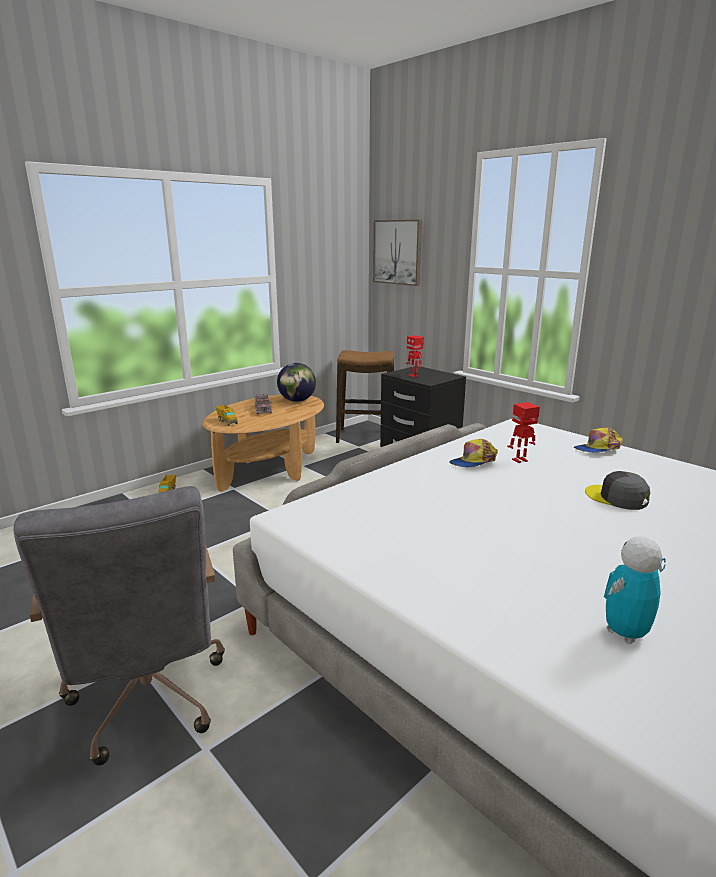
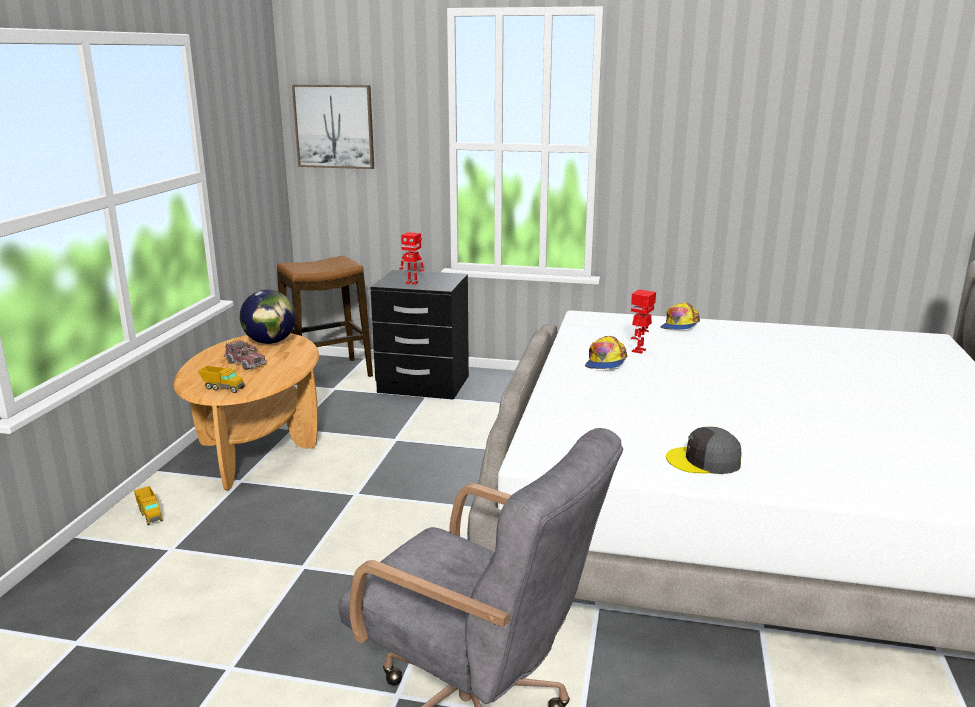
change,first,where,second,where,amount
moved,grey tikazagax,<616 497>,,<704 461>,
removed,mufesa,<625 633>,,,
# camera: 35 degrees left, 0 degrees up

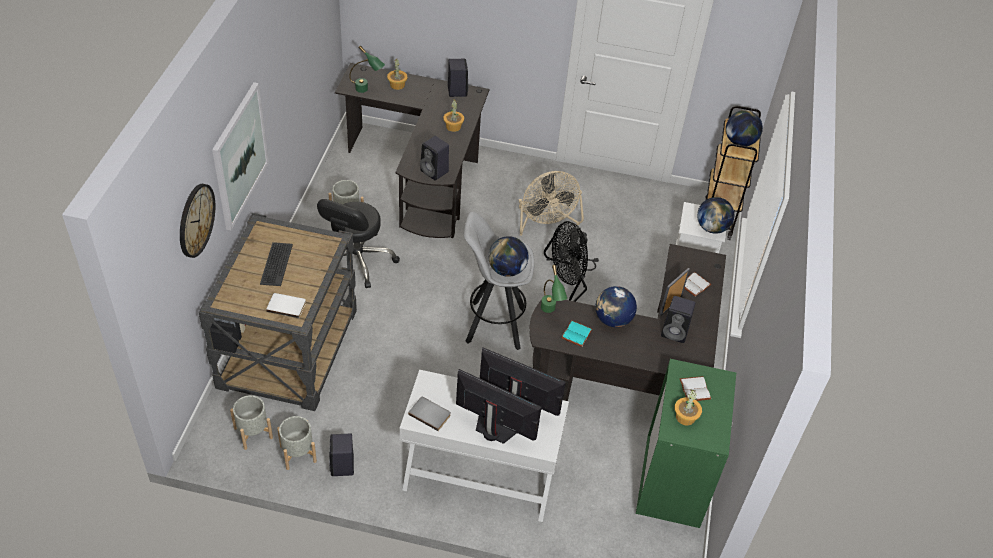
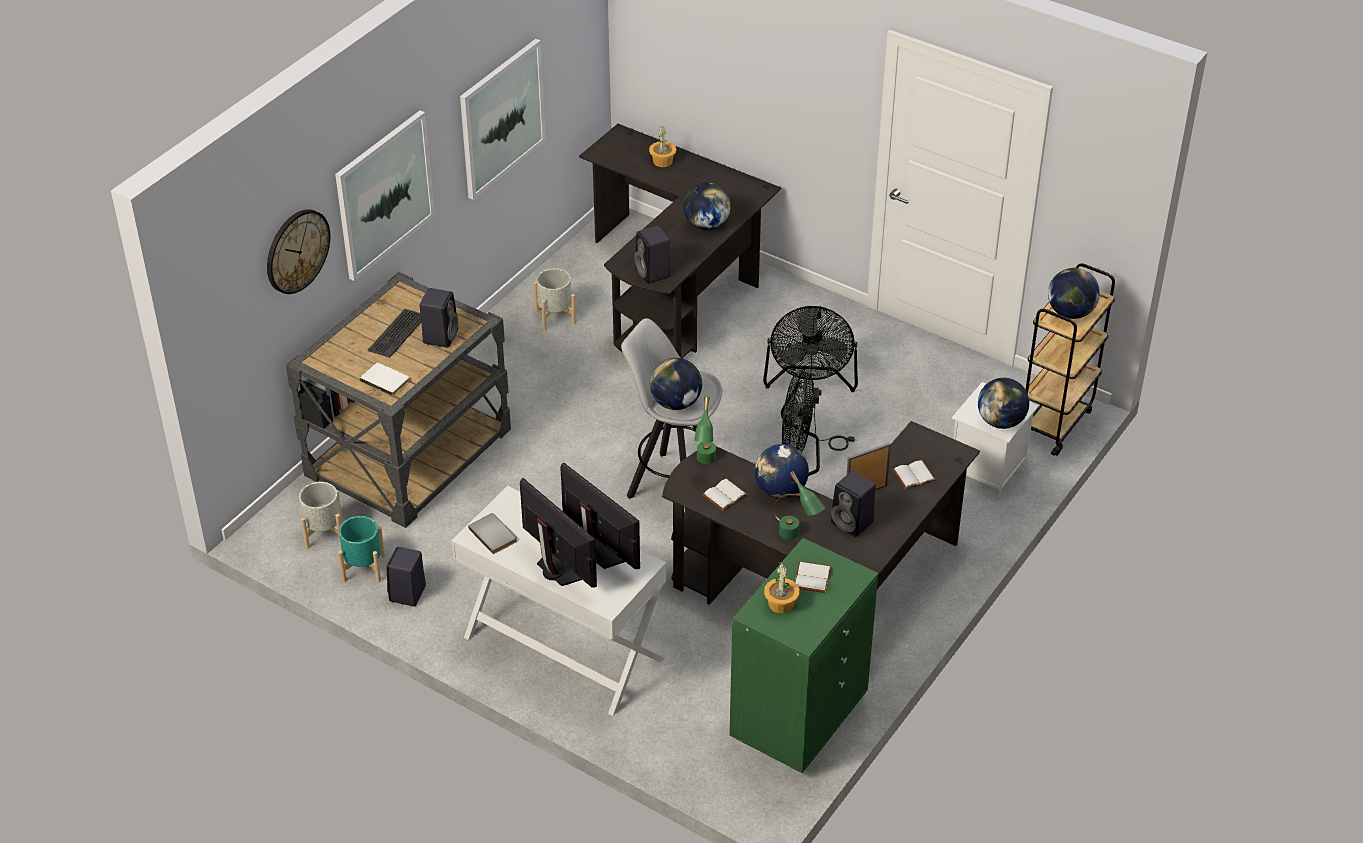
change,first,where,second,where,amount
recoloured,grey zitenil,<298 454>,turquoise zitenil,<363 568>,
moved,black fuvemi,<457 90>,,<440 336>,
added,,,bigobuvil,<501 118>,
replaced,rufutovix,<453 127>,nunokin,<706 225>,
recoloured,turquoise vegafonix,<576 333>,white vegafonix,<724 494>,
recoloured,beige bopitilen,<543 221>,black bopitilen,<807 377>,
moved,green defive,<367 90>,,<796 537>,
removed,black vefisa,<356 262>,,,
# camera: 25 degrees right, 5 degrees down

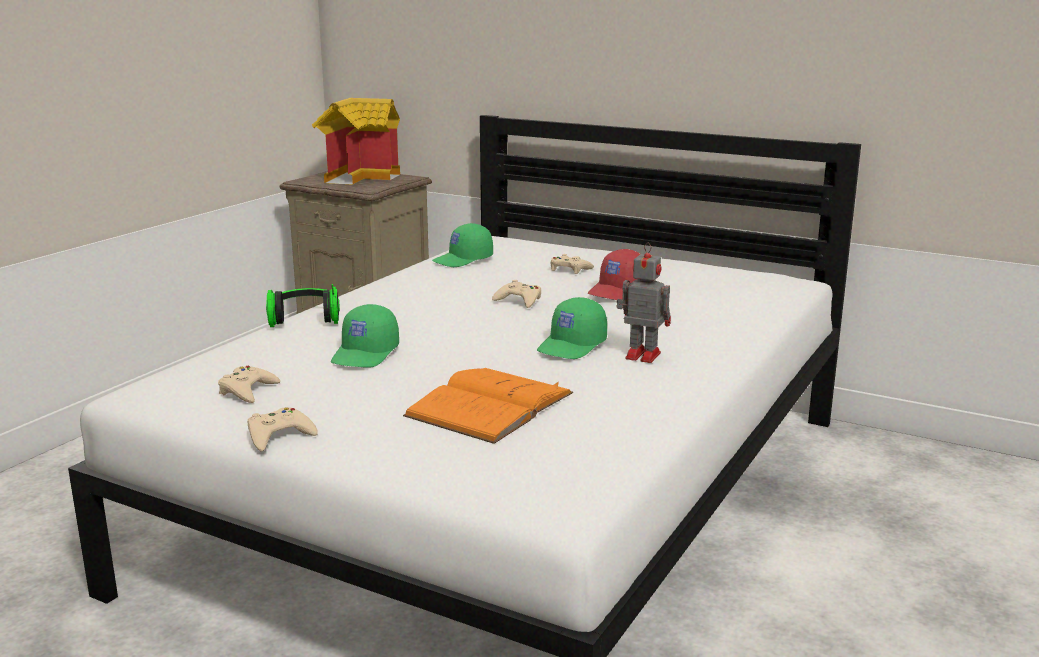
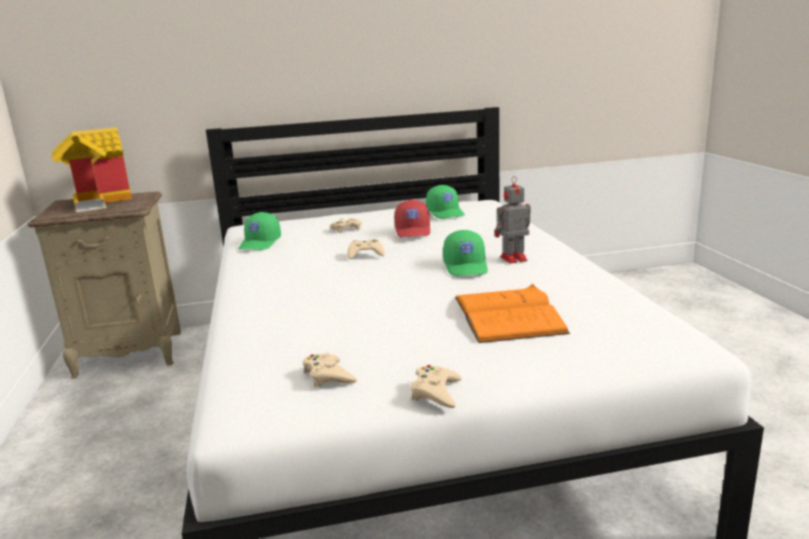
change,first,where,second,where,amount
moved,green tikazagax,<366 354>,,<446 213>,
removed,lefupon,<305 319>,,,
# camera: 40 degrees left, 0 degrees up

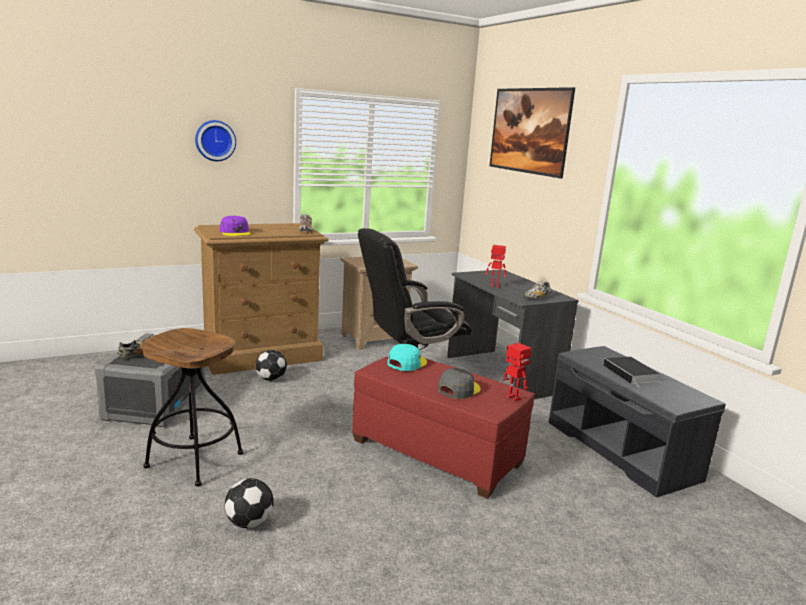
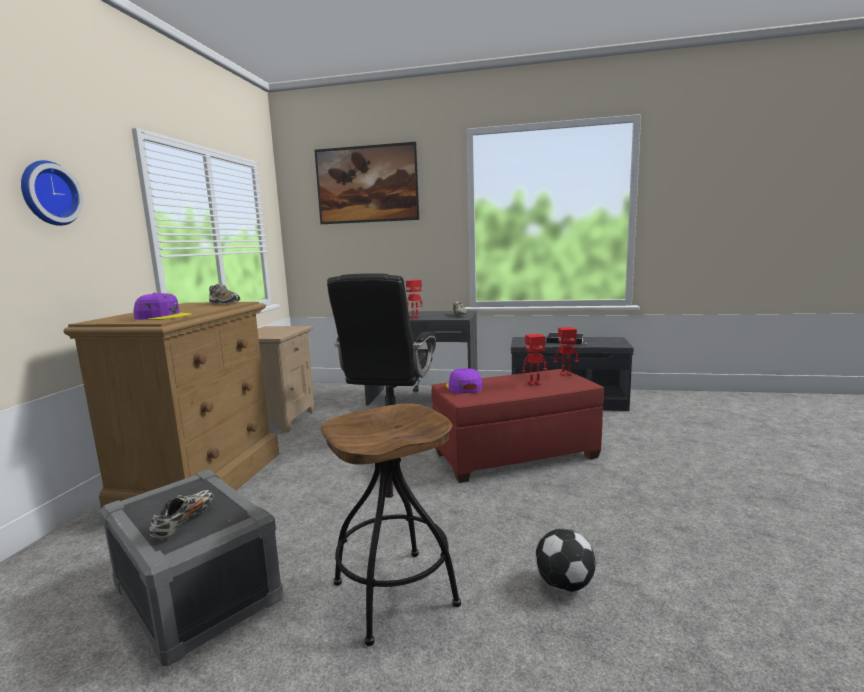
change,first,where,second,where,amount
recoloured,turquoise tikazagax,<406 363>,purple tikazagax,<463 387>,
replaced,grey tikazagax,<458 389>,mufesa,<534 384>,
removed,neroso,<271 379>,,,
# camera: 50 degrees left, 5 degrees down

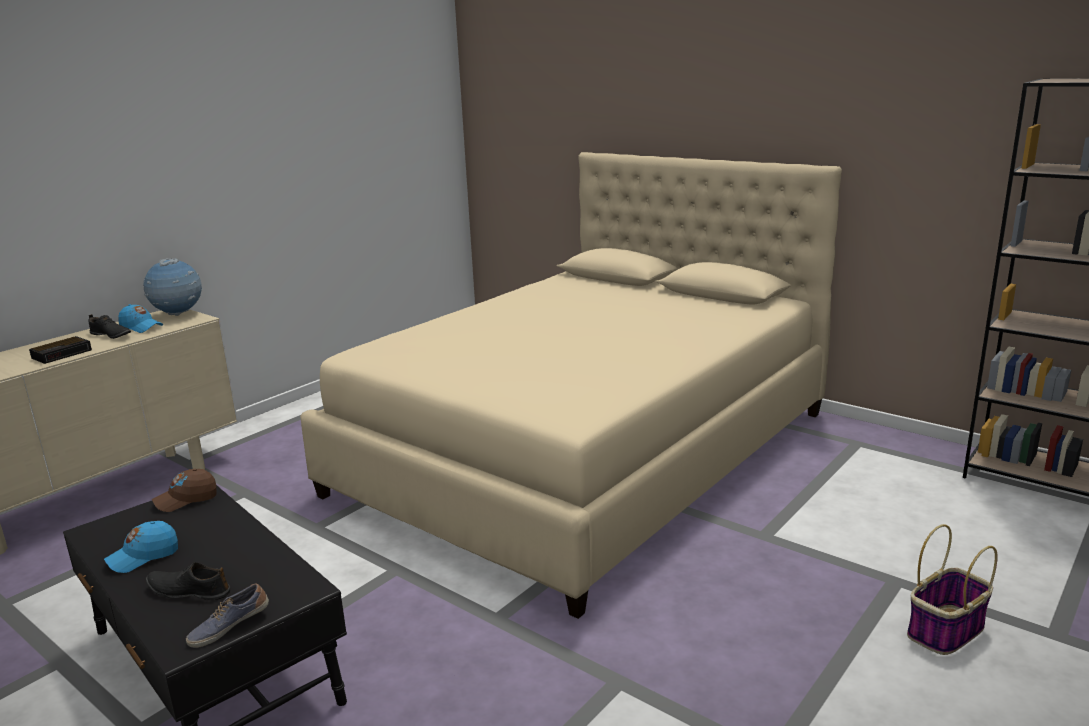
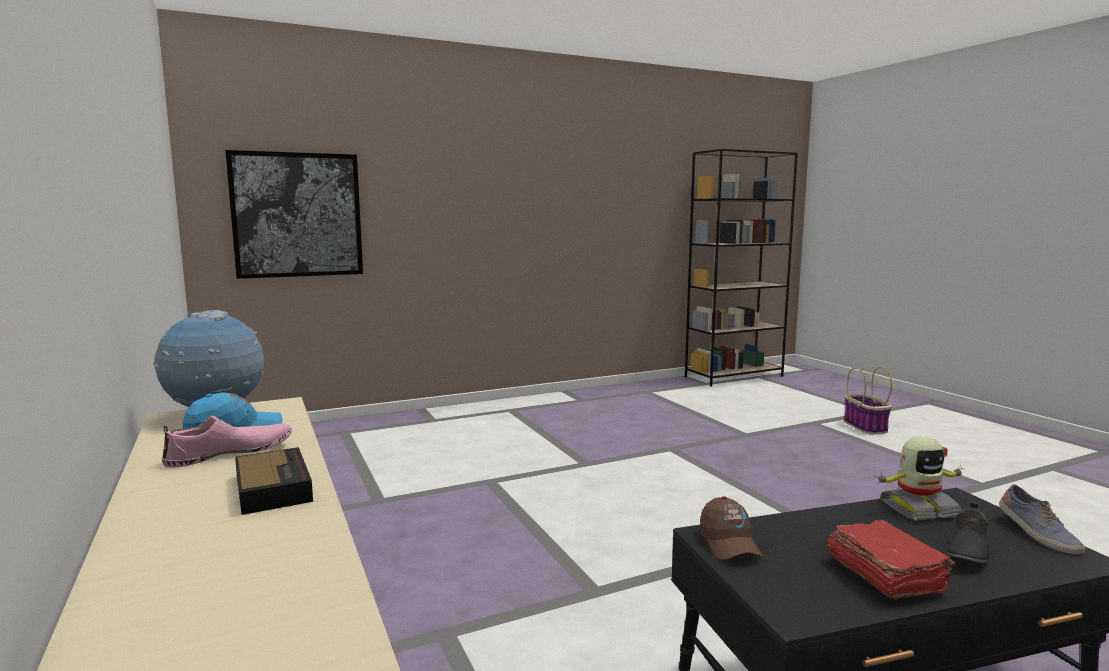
change,first,where,second,where,amount
recoloured,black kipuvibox,<111 335>,pink kipuvibox,<230 453>,
added,,,bigobuvil,<297 215>,
replaced,blue tikazagax,<143 557>,red vegafonix,<885 575>,
added,,,mufesa,<918 508>,
removed,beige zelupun,<588 452>,,,
# camera: 65 degrees left, 10 degrees down

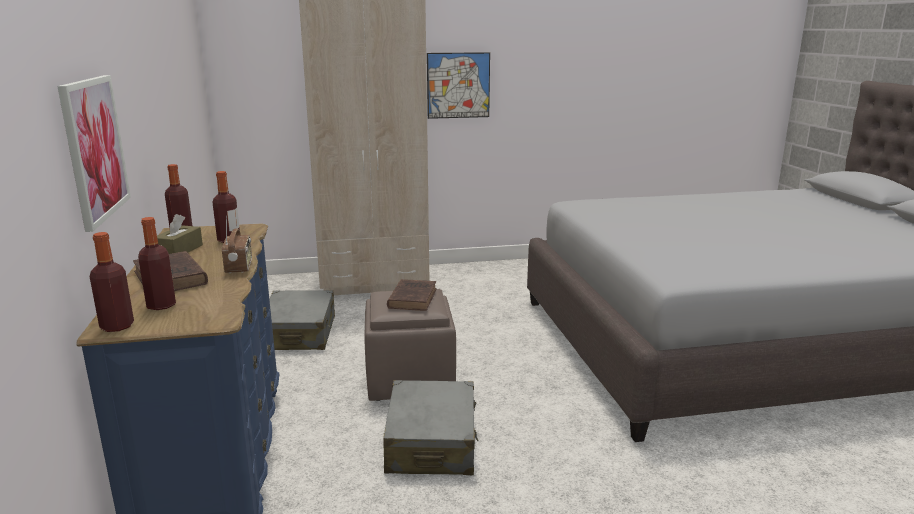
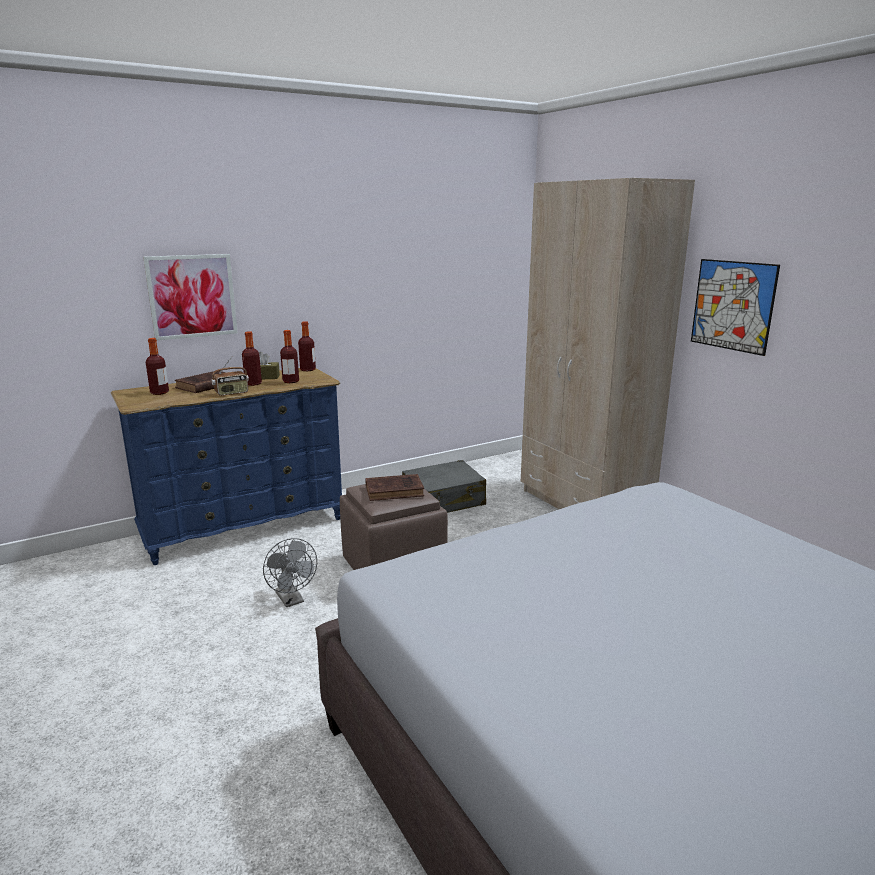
change,first,where,second,where,amount
moved,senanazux,<117 326>,,<253 384>,
replaced,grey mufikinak,<431 443>,grey bopitilen,<292 600>,
# camera: 70 degrees right, 0 degrees up

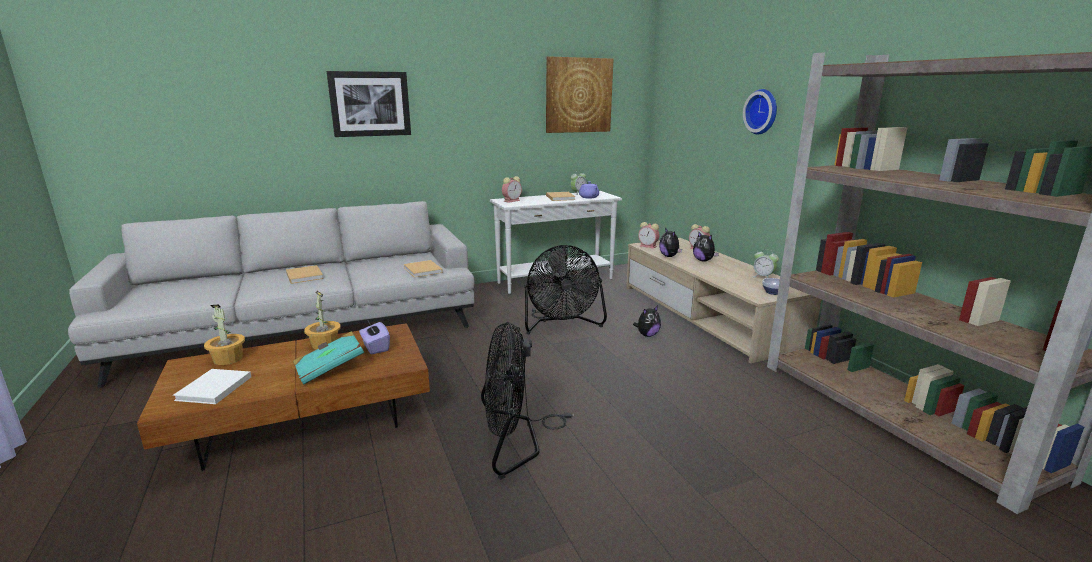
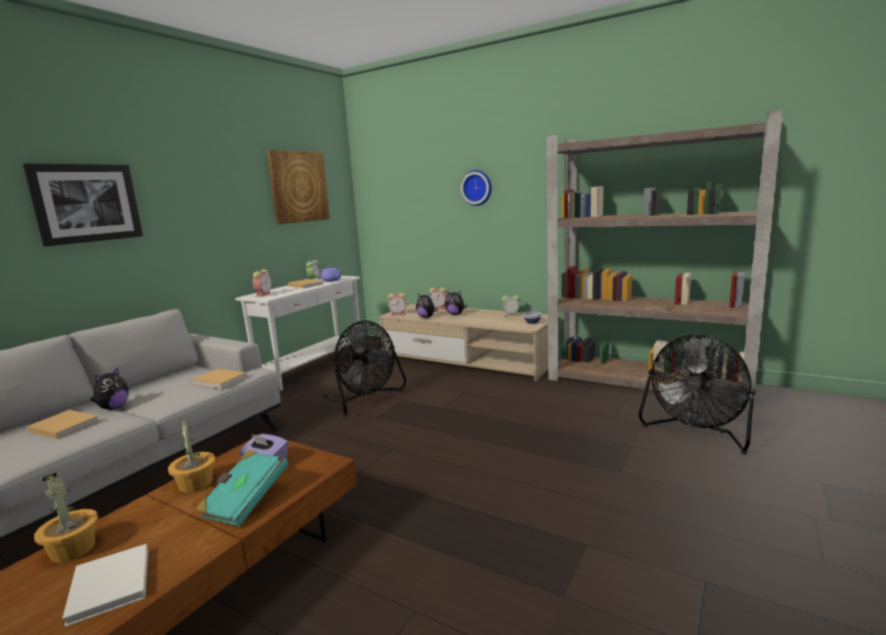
change,first,where,second,where,amount
moved,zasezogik,<647 335>,,<113 408>,
moved,black bopitilen,<516 436>,,<694 431>,
# camera: 35 degrees left, 5 degrees down

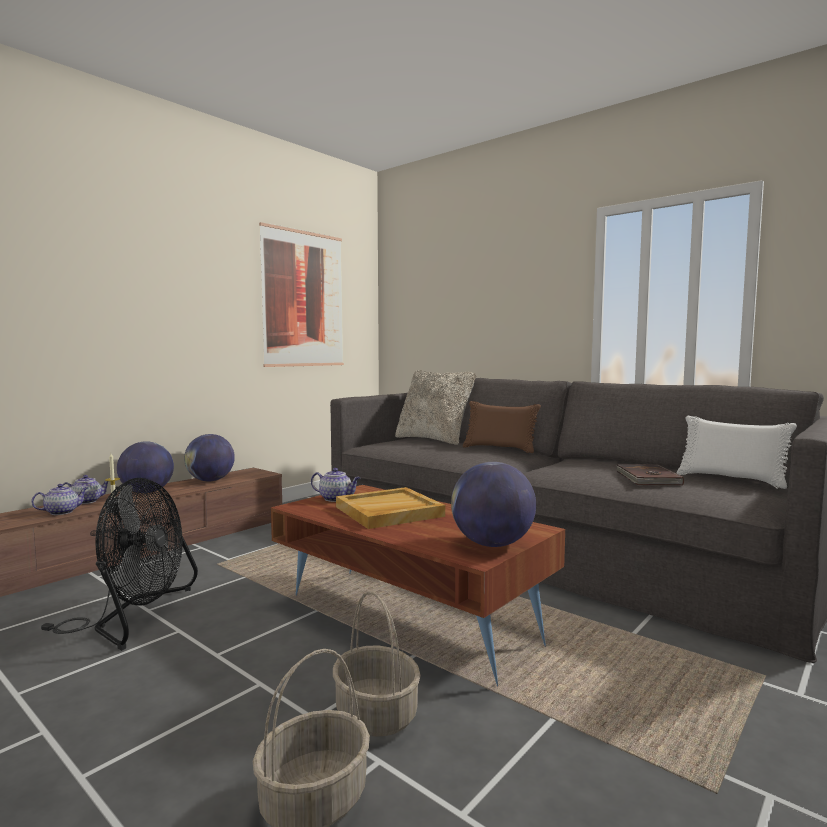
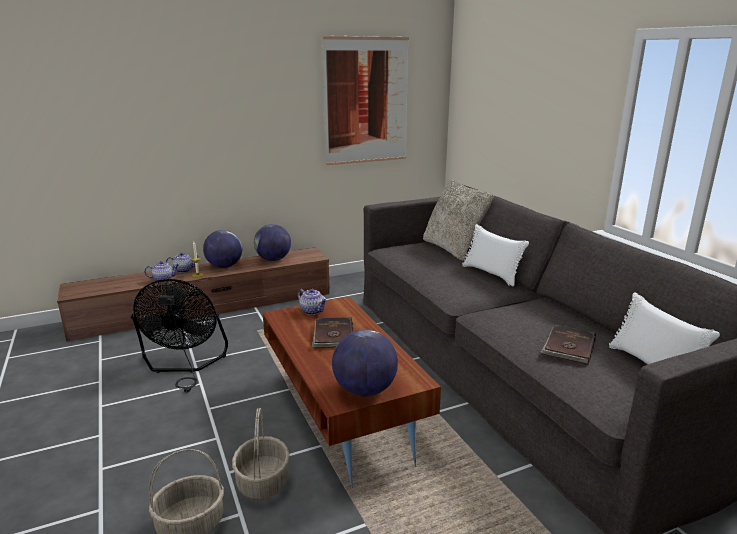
change,first,where,second,where,amount
turned,black bopitilen,<131 617>,,<182 365>,120 degrees counterclockwise
replaced,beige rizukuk,<388 512>,brown vegafonix,<333 335>,
recoloured,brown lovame,<500 449>,white lovame,<491 274>,
# camera: 25 degrees right, 15 degrees up

